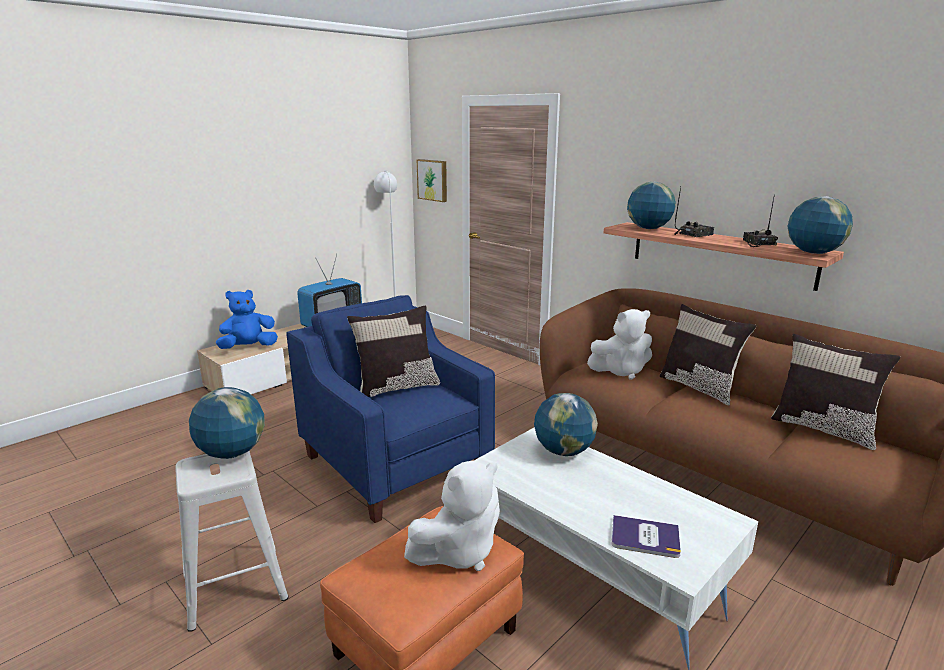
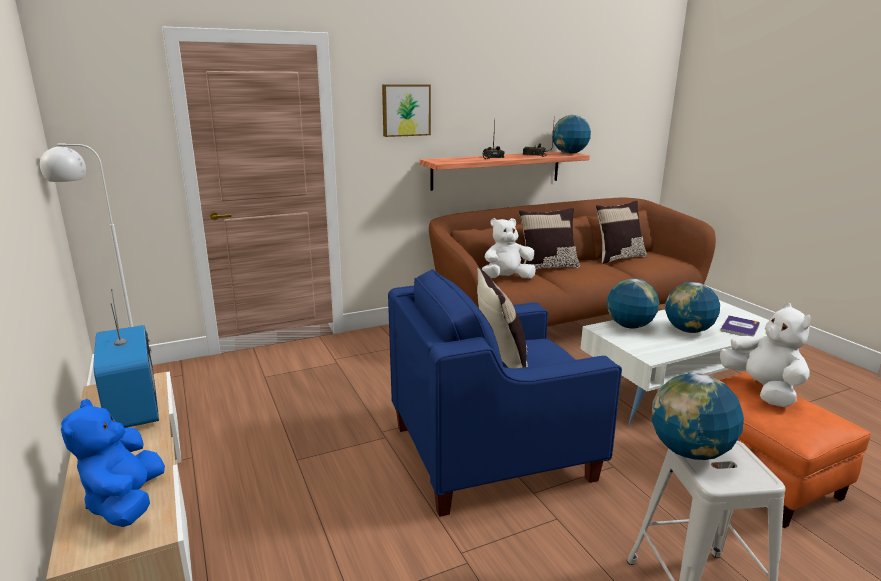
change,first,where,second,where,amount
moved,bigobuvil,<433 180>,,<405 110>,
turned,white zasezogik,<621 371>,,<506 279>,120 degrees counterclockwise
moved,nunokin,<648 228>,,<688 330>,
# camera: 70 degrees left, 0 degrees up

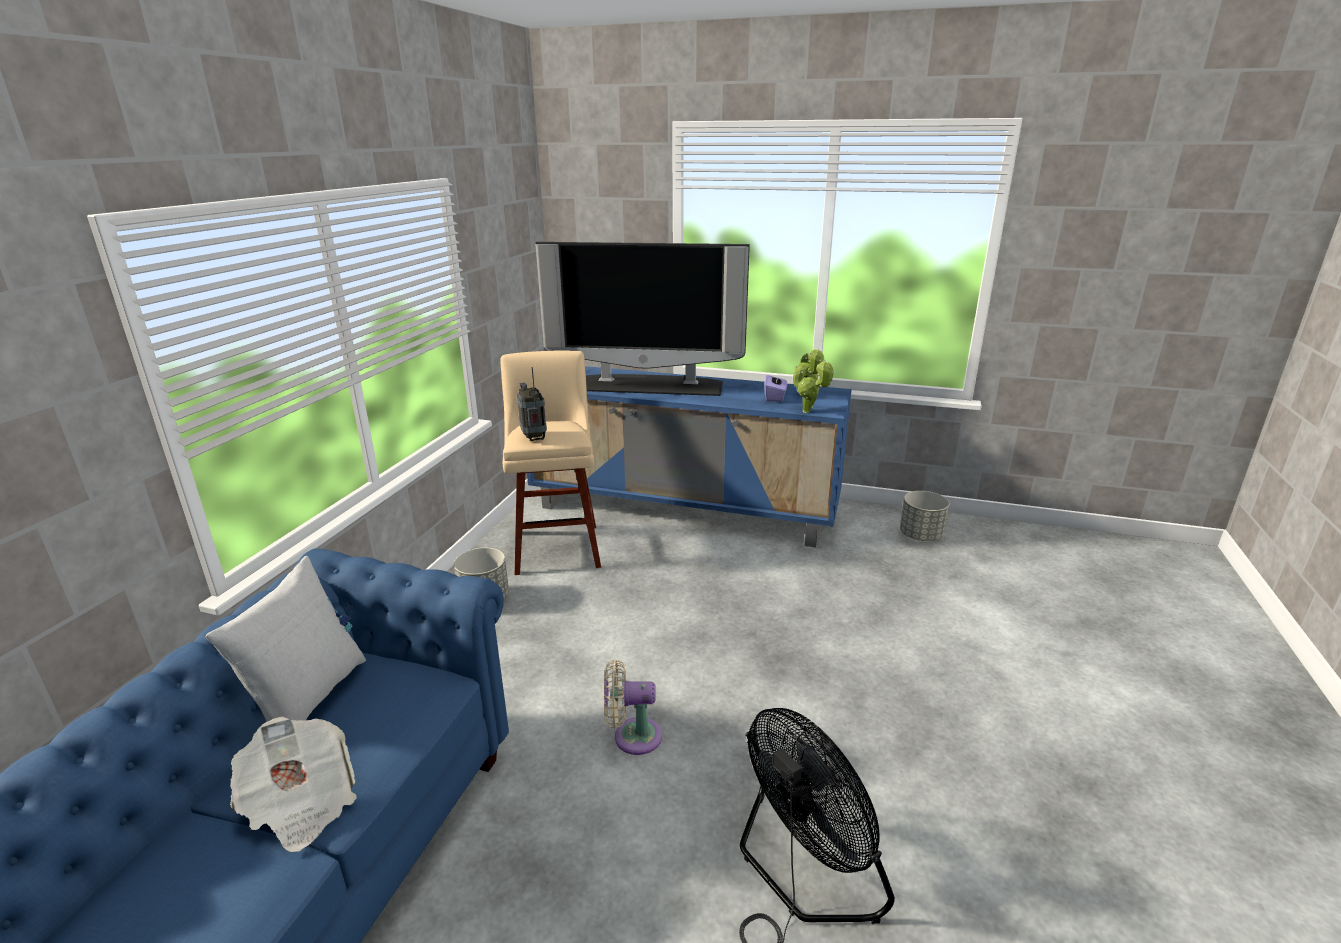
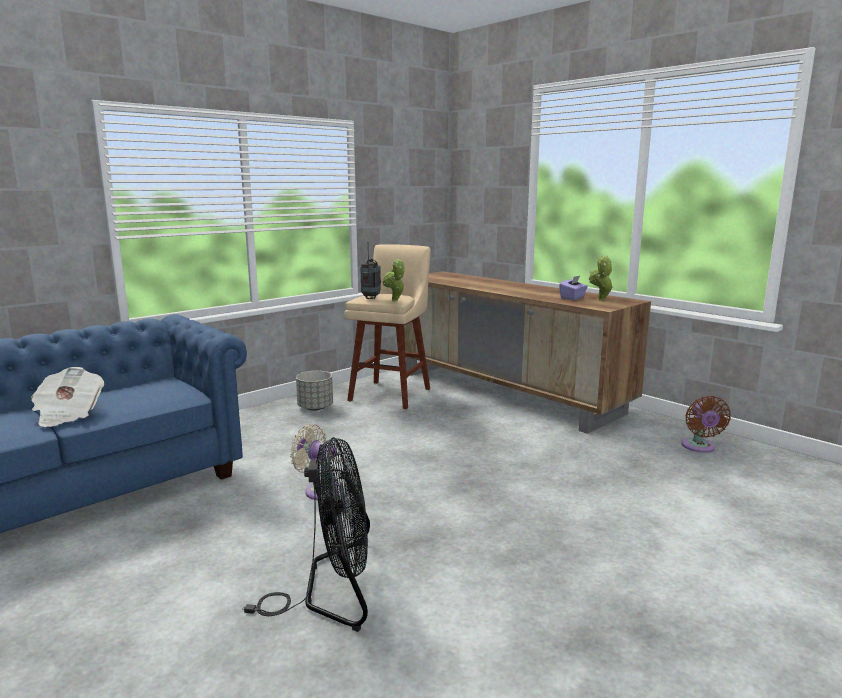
change,first,where,second,where,amount
moved,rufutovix,<808 412>,,<395 301>,
recoloured,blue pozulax,<684 508>,brown pozulax,<507 392>,
replaced,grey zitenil,<920 535>,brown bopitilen,<699 447>,
removed,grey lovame,<309 700>,,,
removed,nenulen,<647 385>,,,
# camera: 30 degrees right, 10 degrees down

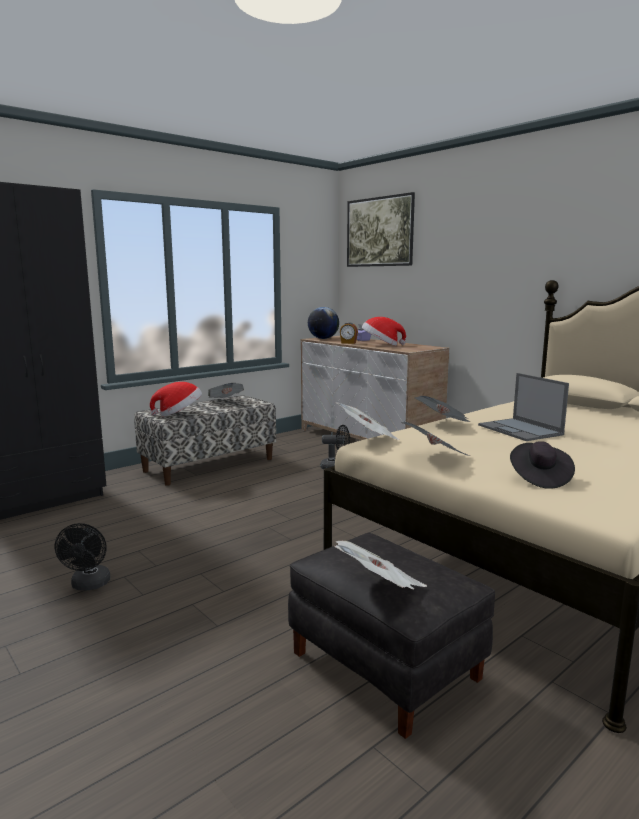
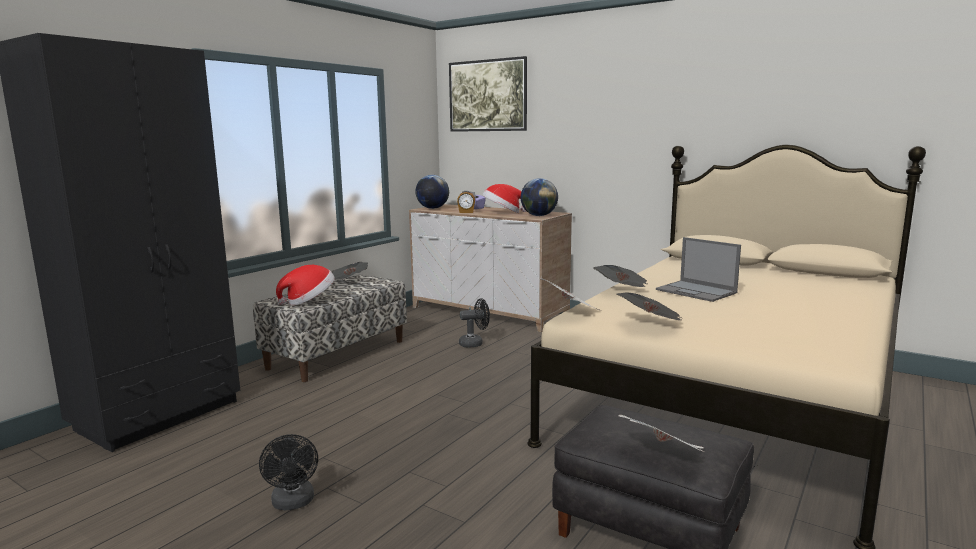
change,first,where,second,where,amount
added,,,nunokin,<539 215>,
removed,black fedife,<539 478>,,,
# camera: 15 degrees left, 0 degrees up

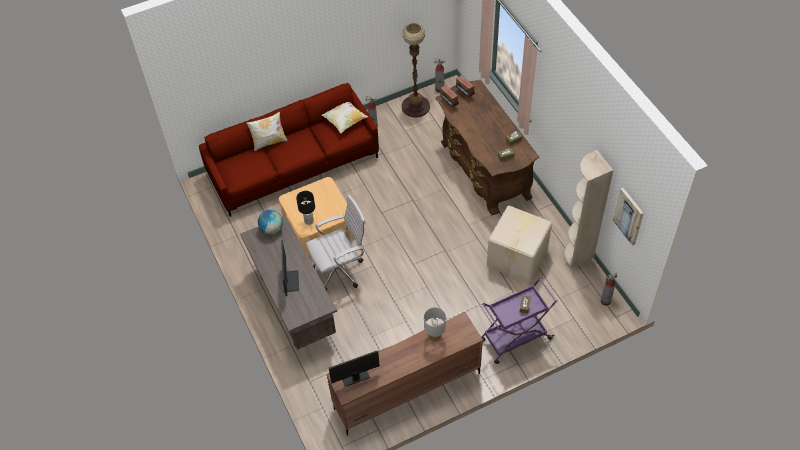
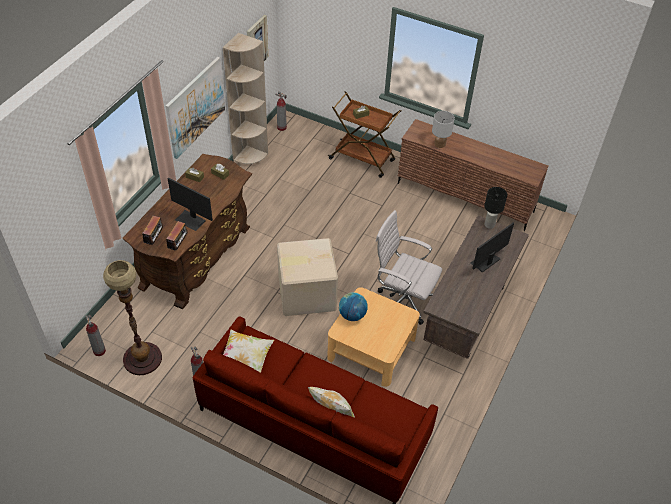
change,first,where,second,where,amount
added,,,bigobuvil,<195 107>,
moved,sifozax,<354 376>,,<190 220>,
moved,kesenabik,<518 257>,,<306 293>,
recoloured,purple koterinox,<515 339>,brown koterinox,<362 160>,
moved,nunokin,<271 229>,,<352 315>,
moved,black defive,<309 221>,,<489 225>,
# camera: 130 degrees left, 5 degrees down

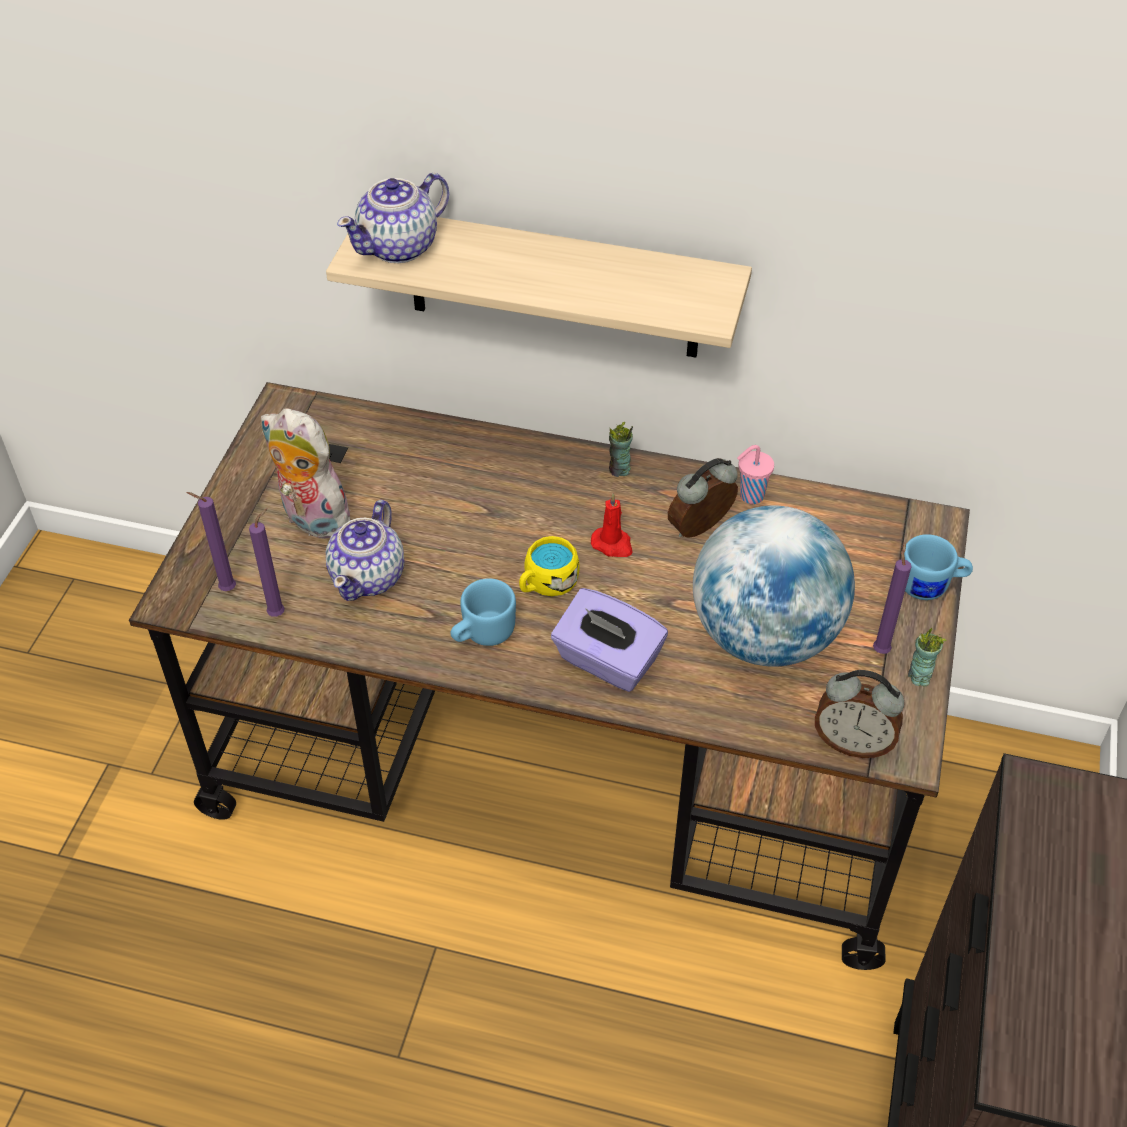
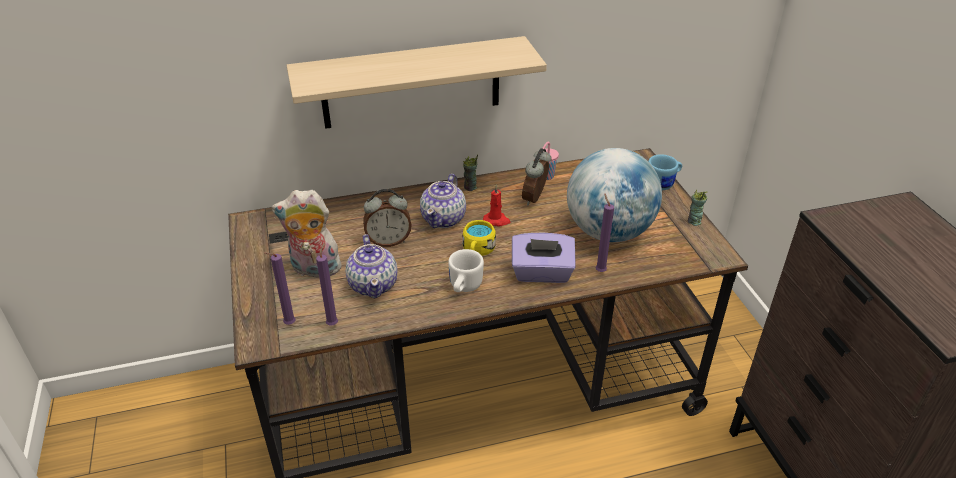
change,first,where,second,where,amount
moved,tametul,<852 742>,,<388 241>,
moved,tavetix,<399 247>,,<444 218>,
recoloured,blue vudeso,<482 634>,white vudeso,<463 287>,
moved,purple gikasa,<881 649>,,<599 270>,
# camera: 30 degrees left, 10 degrees down

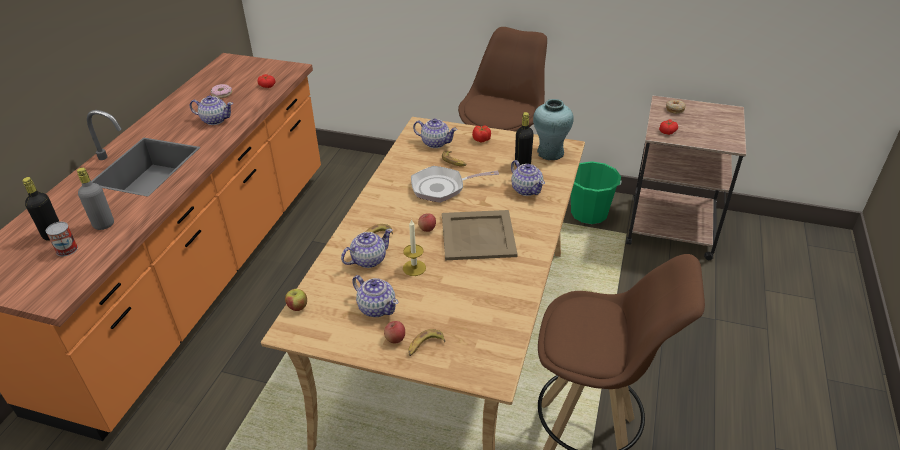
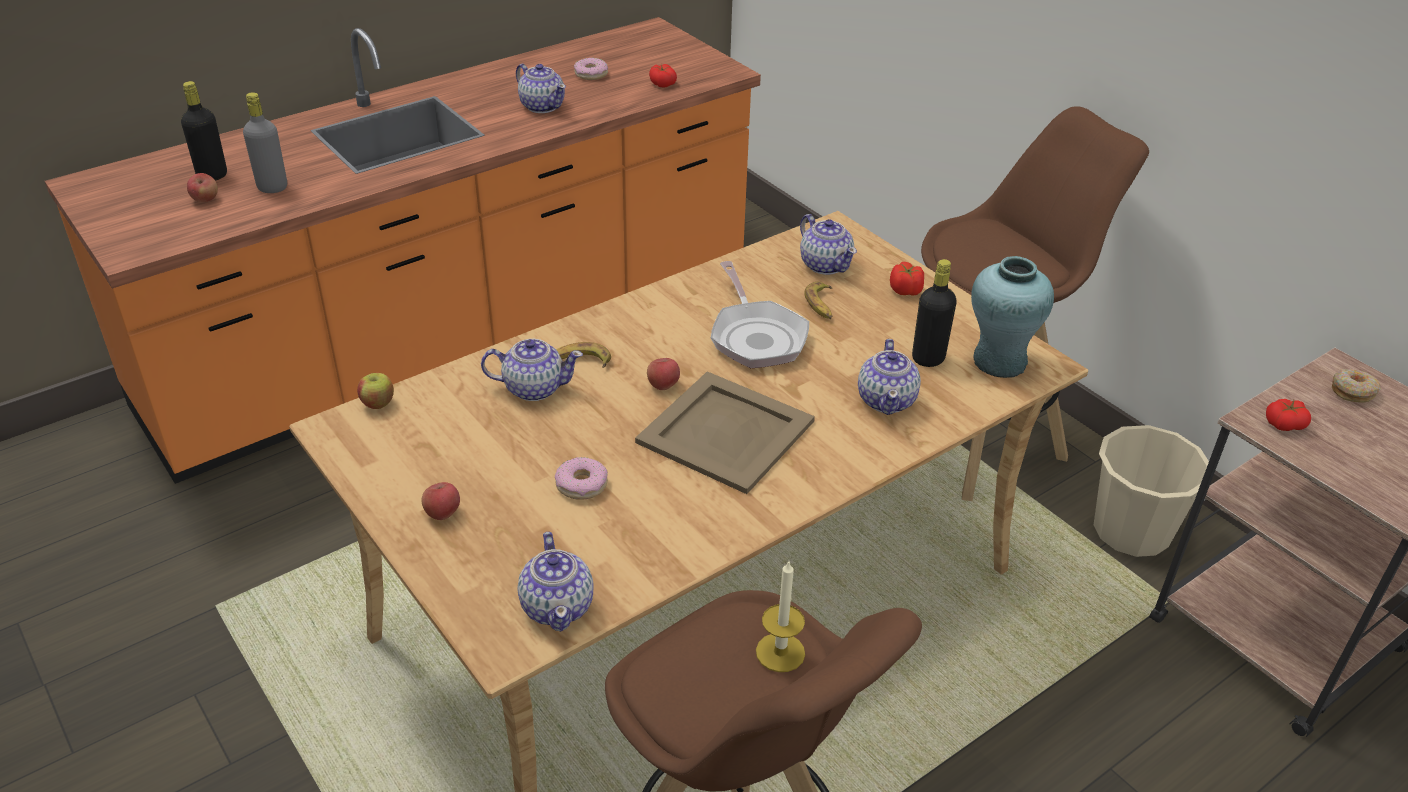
change,first,where,second,where,amount
replaced,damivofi,<67 249>,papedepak,<205 199>,
moved,tavetix,<377 307>,,<558 606>,
added,,,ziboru,<581 485>,
turned,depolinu,<442 188>,,<756 336>,135 degrees counterclockwise
moved,gikasa,<414 268>,,<780 652>,
recoloured,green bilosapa,<589 213>,beige bilosapa,<1131 531>,
removed,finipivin,<425 346>,,,
# camera: 35 degrees right, 0 degrees up

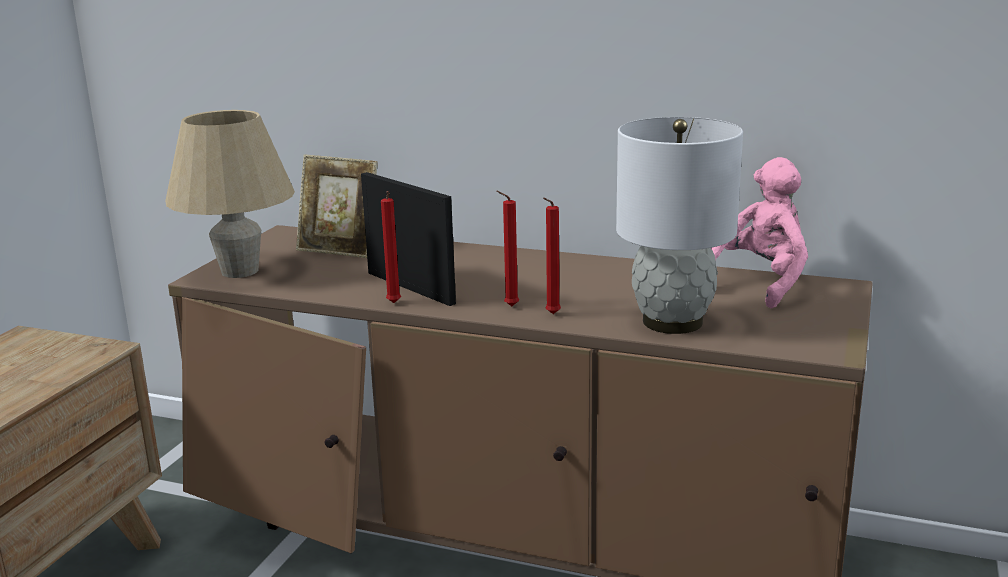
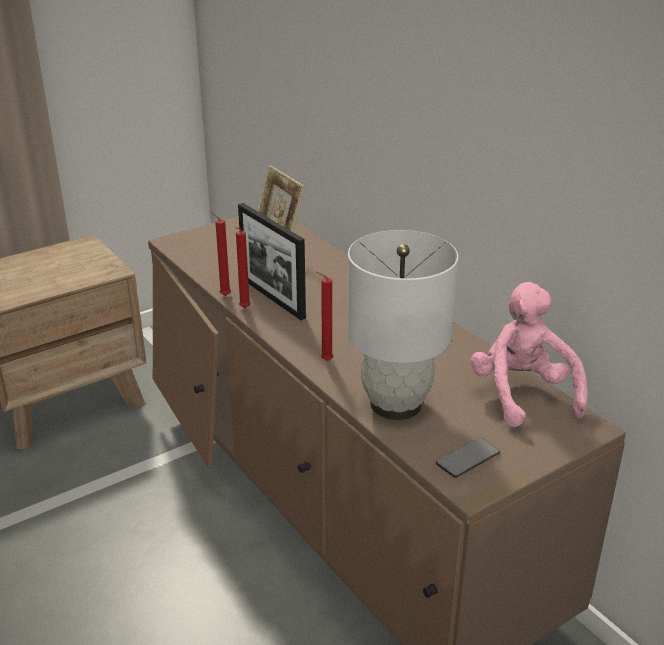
change,first,where,second,where,amount
moved,red gikasa,<509 306>,,<223 295>,
turned,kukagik,<410 288>,,<272 298>,150 degrees clockwise
added,,,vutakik,<467 458>,
turned,pink zasezogik,<759 283>,,<522 394>,90 degrees counterclockwise
removed,beige defive,<239 271>,,,
# camera: 35 degrees right, 10 degrees up

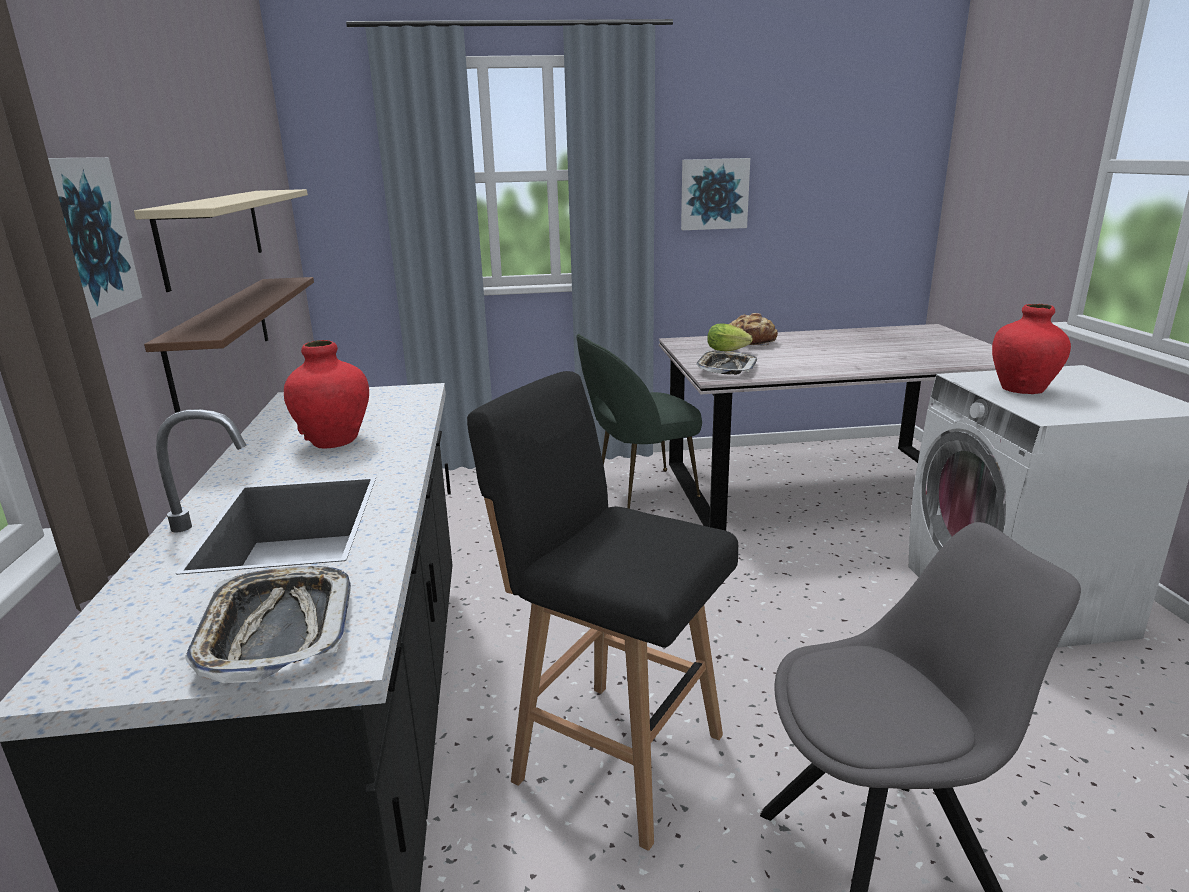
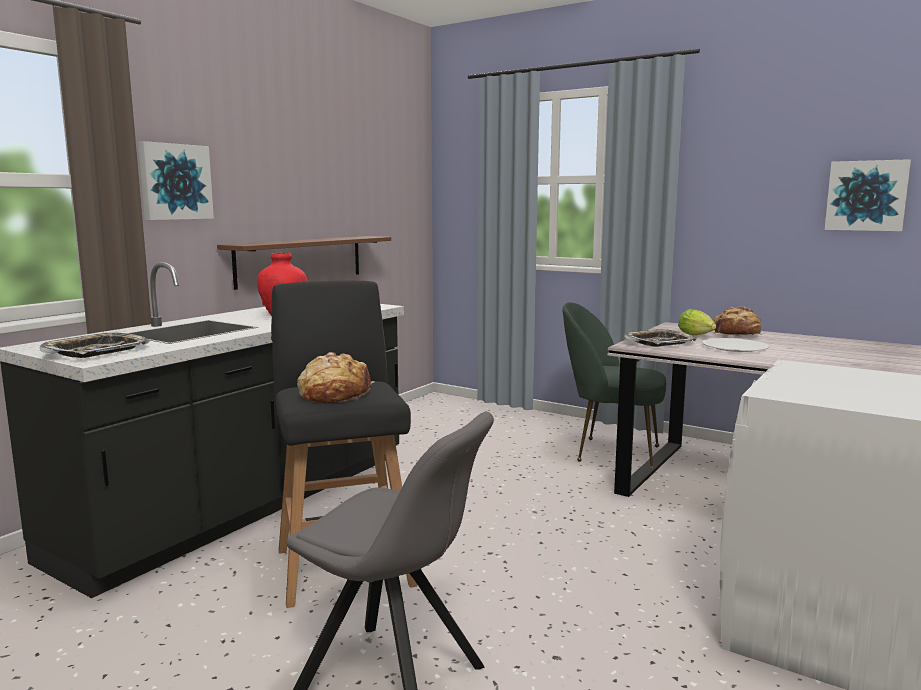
change,first,where,second,where,amount
added,,,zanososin,<335 393>,
added,,,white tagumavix,<735 347>,
moved,bigobuvil,<714 194>,,<866 195>,
removed,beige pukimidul,<214 234>,,,
removed,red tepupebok,<1022 390>,,,
# camera: 40 degrees right, 10 degrees down

